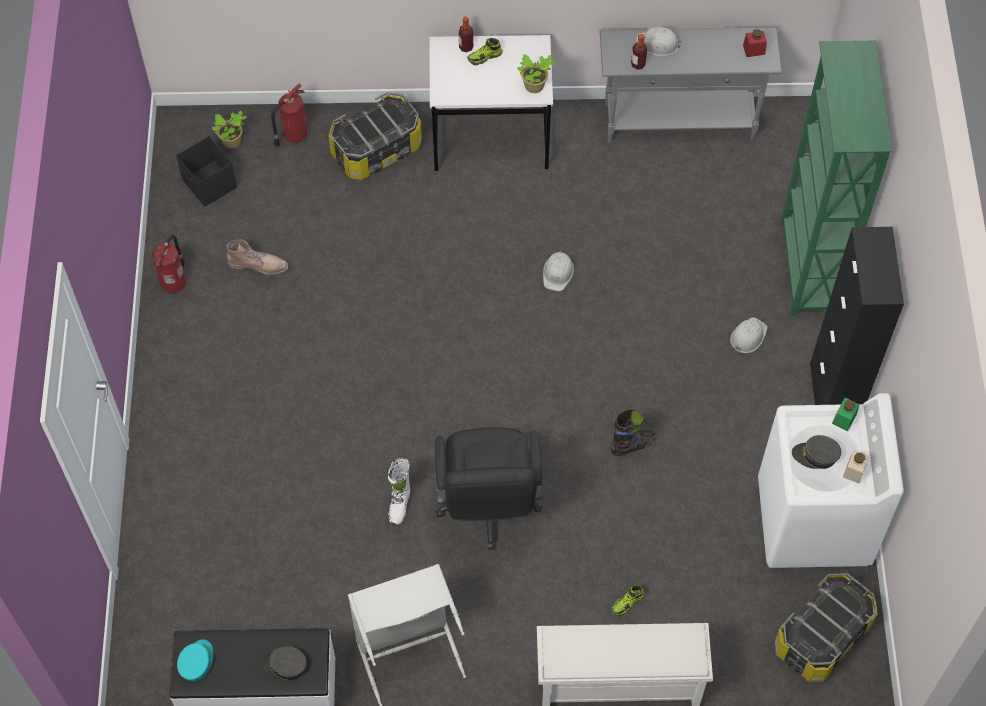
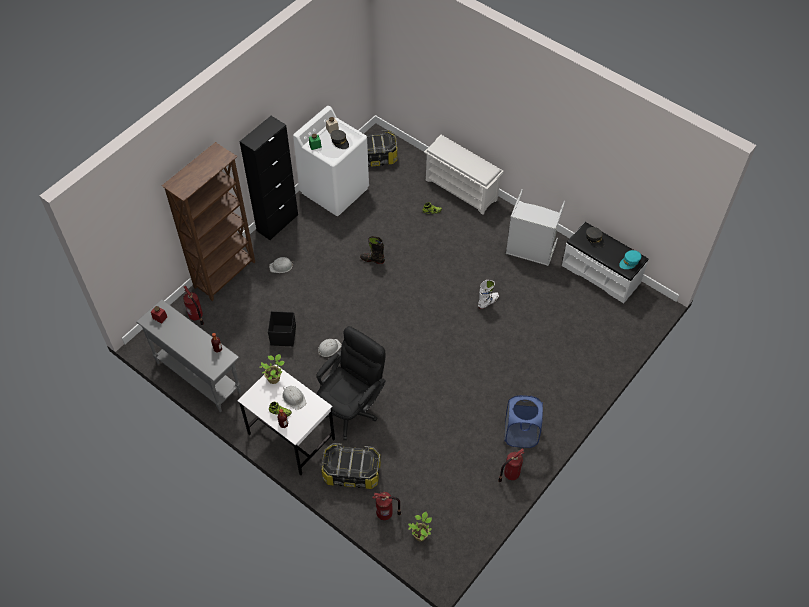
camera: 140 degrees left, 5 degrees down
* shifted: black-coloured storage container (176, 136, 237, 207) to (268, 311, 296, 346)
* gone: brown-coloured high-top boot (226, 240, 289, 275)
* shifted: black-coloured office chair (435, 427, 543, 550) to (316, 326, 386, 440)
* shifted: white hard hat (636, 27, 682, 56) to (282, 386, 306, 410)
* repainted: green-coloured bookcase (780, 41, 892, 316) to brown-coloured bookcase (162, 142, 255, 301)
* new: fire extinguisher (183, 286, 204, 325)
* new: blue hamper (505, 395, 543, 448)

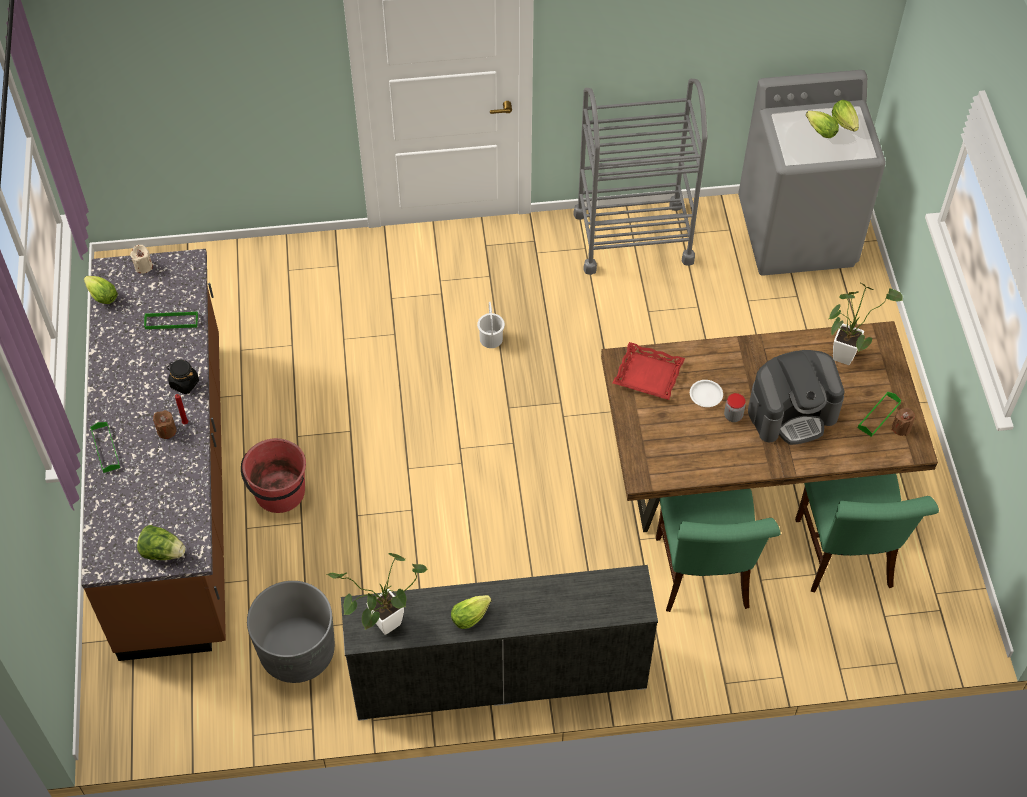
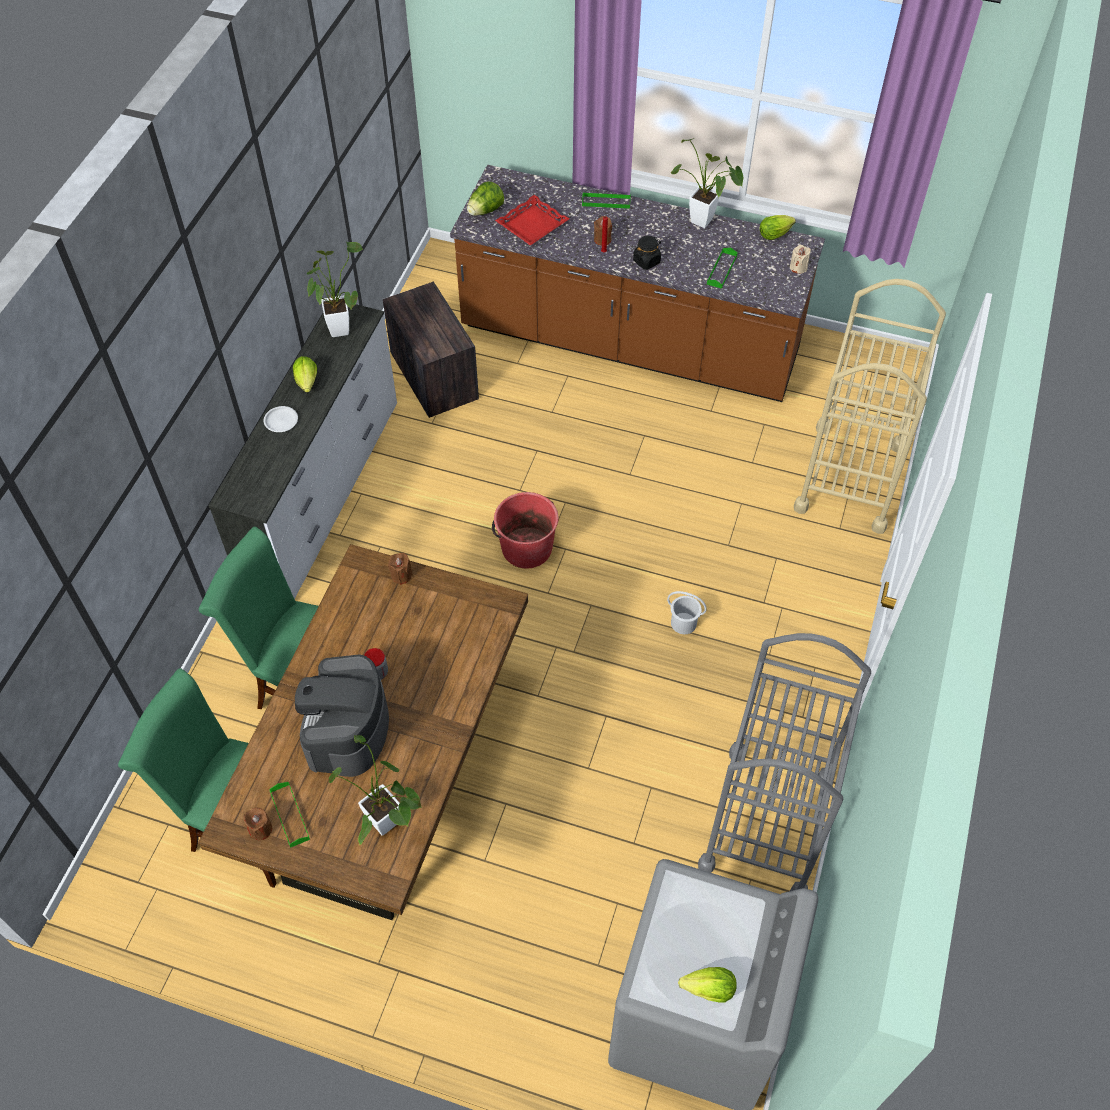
camera: 115 degrees right, 0 degrees up
* shifted: red pail (241, 438, 306, 513) to (492, 492, 559, 569)
* swapped: grey flower pot (247, 581, 335, 683) to packing crate (383, 281, 479, 418)
* shifted: red serving tray (613, 342, 685, 400) to (495, 195, 569, 245)
* shifted: white flat dish (690, 380, 723, 407) to (264, 406, 298, 432)
* gone: head of lettuce (806, 111, 839, 138)
* new: brown-coloured wax light (388, 553, 413, 585)
* new: plant in a pot (671, 138, 743, 228)
* new: beige-coloured cart (794, 279, 946, 534)

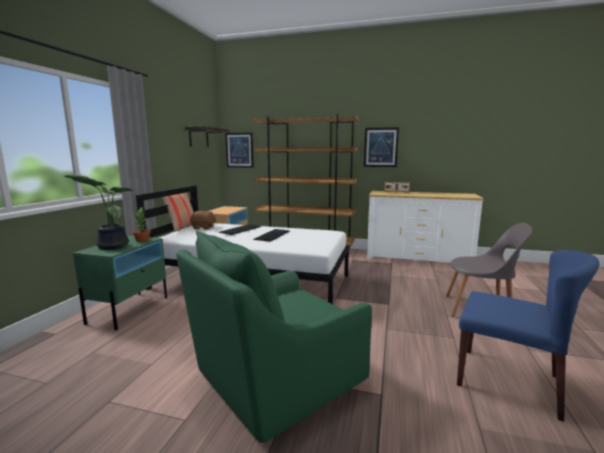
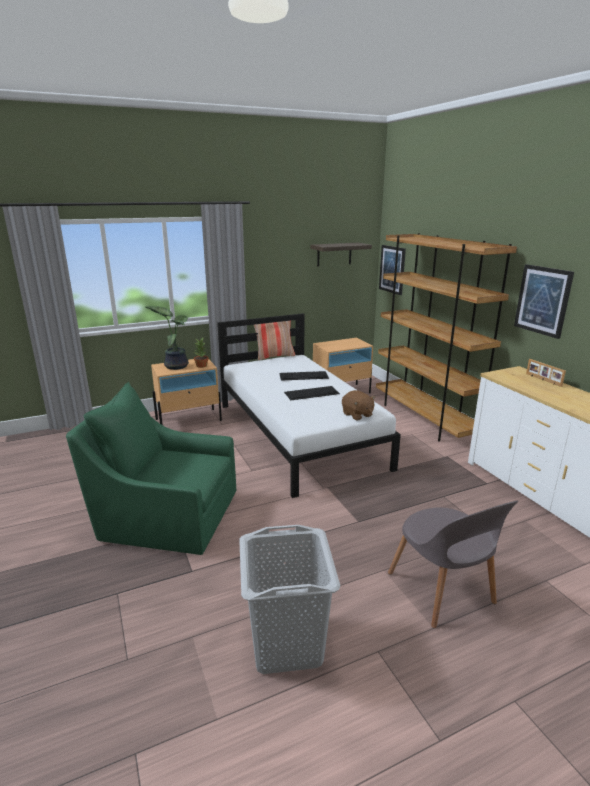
camera: 50 degrees right, 10 degrees up
* repainted: green-coloured nightstand (73, 236, 167, 330) to beige-coloured nightstand (151, 359, 222, 425)
* shifted: brown-coloured soft toy (190, 211, 217, 230) to (342, 390, 375, 420)
* swapped: blue plain chair (457, 250, 600, 422) to grey hamper (239, 525, 340, 674)

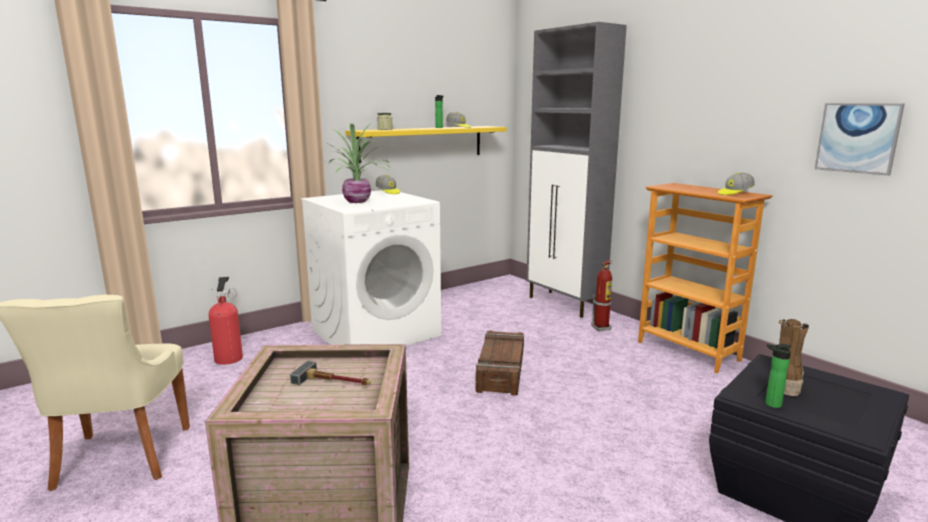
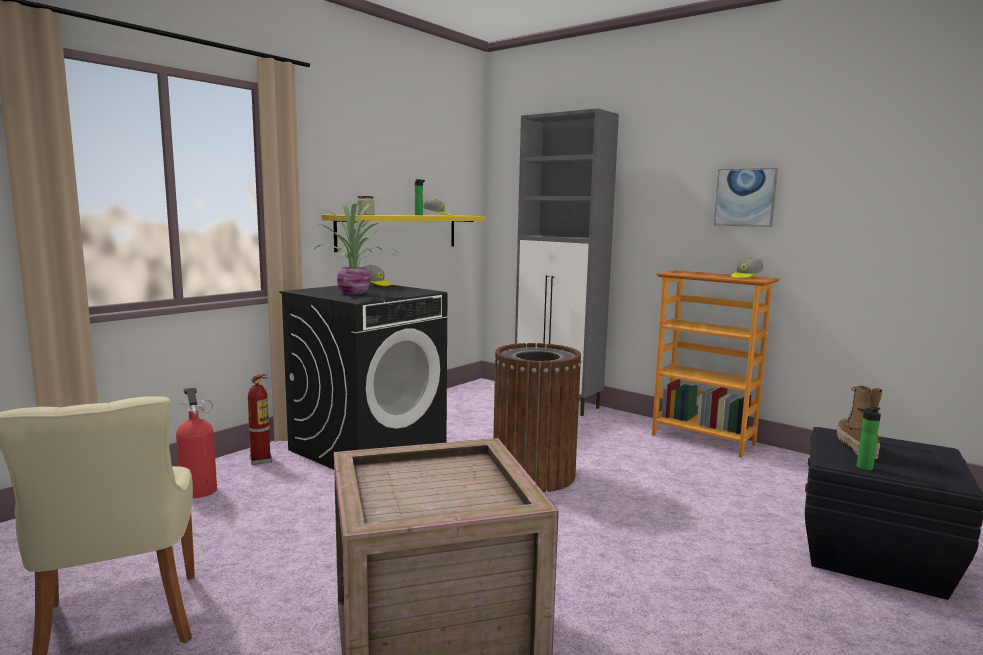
camera: 15 degrees left, 5 degrees down
* gone: tool hammer (290, 361, 371, 386)
* repainted: white laundry machine (301, 190, 441, 346) to black-coloured laundry machine (279, 282, 447, 470)
* swapped: packing crate (475, 331, 524, 396) to brown-coloured trash can (493, 343, 582, 492)
* shifted: fire extinguisher (591, 260, 612, 331) to (248, 374, 272, 465)
* shifted: picture (815, 103, 905, 176) to (714, 168, 778, 227)

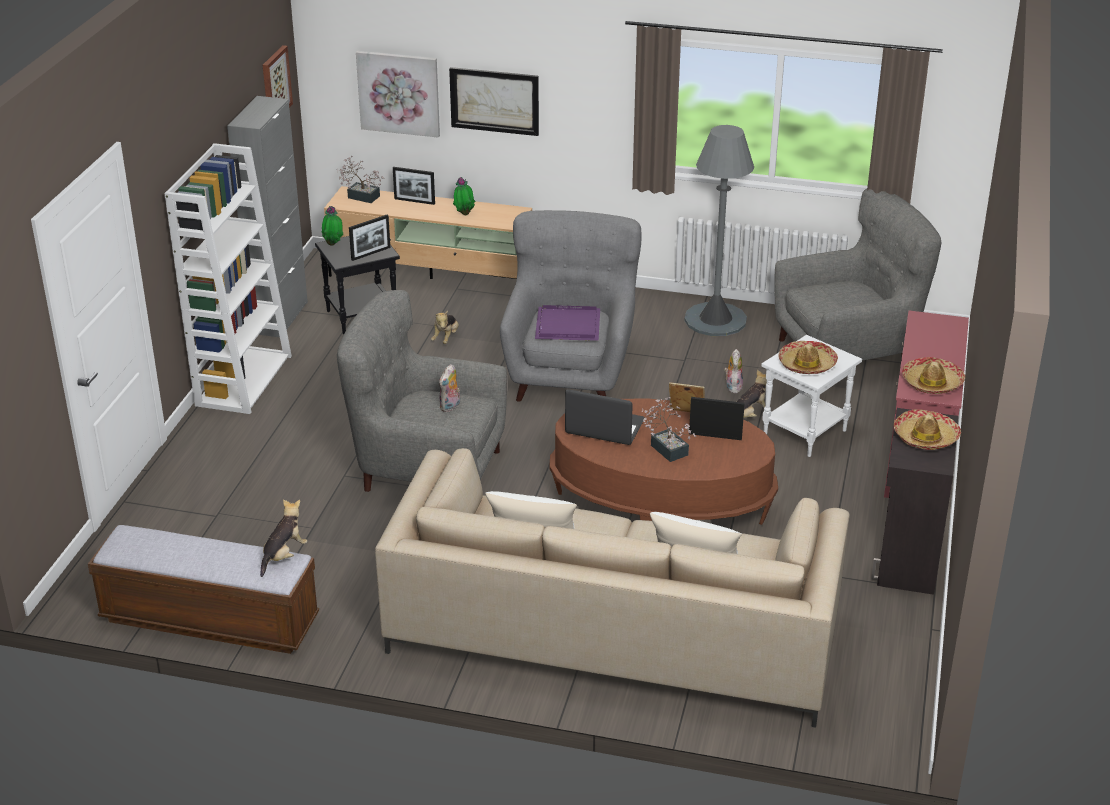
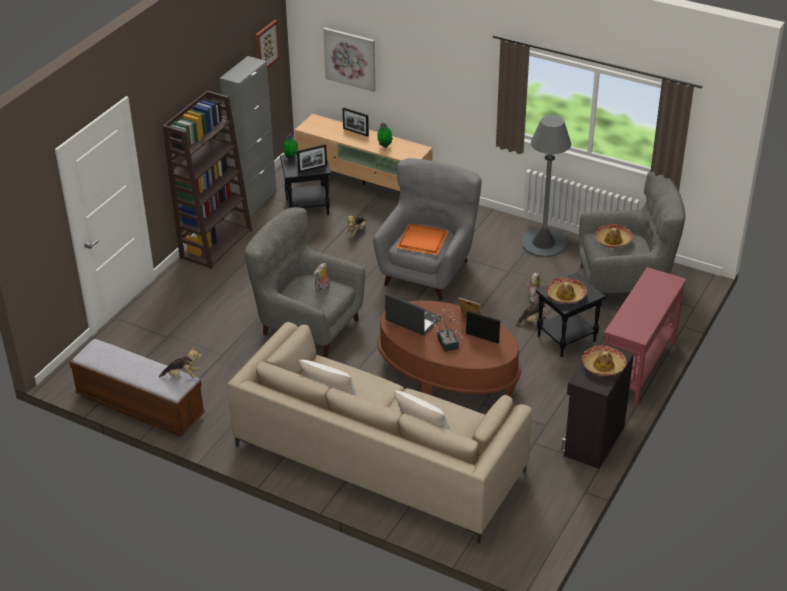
camera: 15 degrees right, 5 degrees up
* repainted: white bookcase (164, 143, 292, 414) to brown-coloured bookcase (162, 90, 252, 269)
* rotated: soft toy (260, 499, 308, 577) = (159, 347, 202, 379) 45 degrees clockwise
* gone: plant in a pot (337, 156, 385, 203)
* gone: picture (449, 67, 539, 136)
* repainted: purplish serving tray (535, 305, 600, 341) to orange-coloured serving tray (396, 223, 449, 255)
* repainted: white accent table (761, 335, 862, 457) to black-coloured accent table (536, 272, 606, 357)
* shifted: wearable hat (902, 357, 965, 394) to (595, 224, 633, 248)

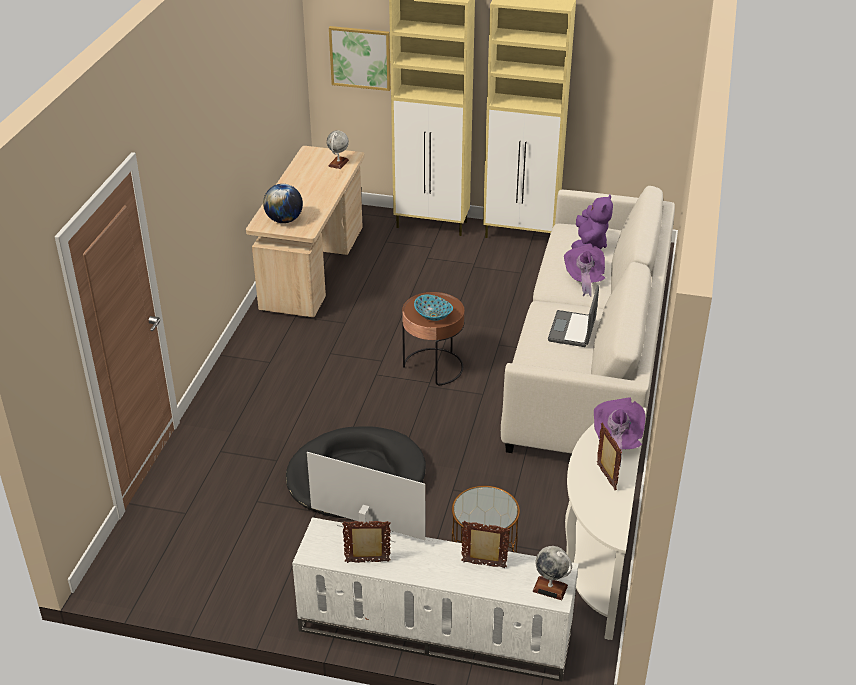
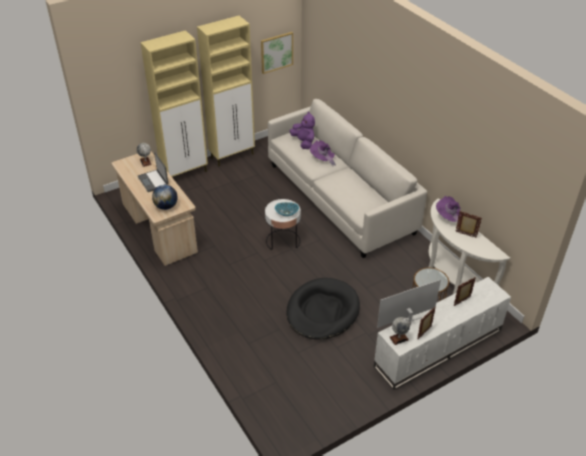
camera: 45 degrees left, 5 degrees up
* shifted: picture (329, 26, 391, 91) to (261, 32, 293, 74)
* repainted: brown-coloured accent table (402, 292, 464, 386) to white accent table (265, 199, 301, 250)
* shifted: desk globe (532, 546, 572, 600) to (389, 317, 410, 345)
* shifted: notebook computer (548, 285, 599, 347) to (138, 153, 168, 192)

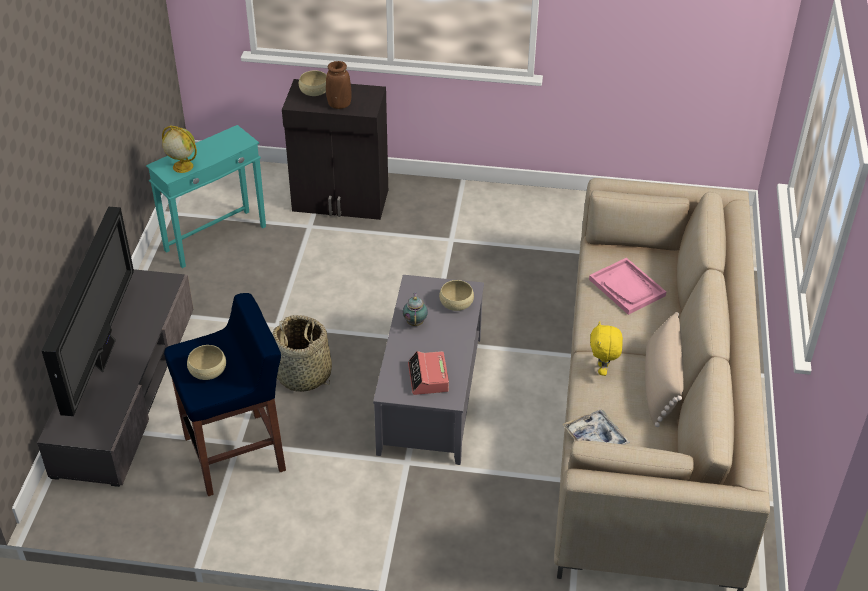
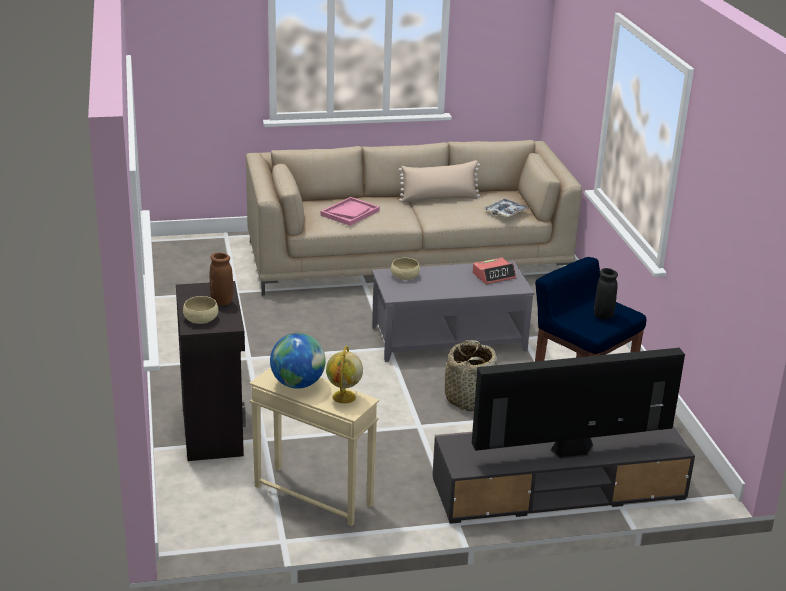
camera: 110 degrees left, 15 degrees down
* repainted: blue-green accent table (146, 125, 266, 268) to beige-coloured accent table (249, 367, 379, 526)
* swapped: beige-coloured deep dish (187, 345, 226, 380) to black-coloured decorative vase (594, 268, 618, 319)
* gone: tea pot (403, 293, 428, 326)
* gone: yellowish soft toy (590, 321, 623, 376)
* new: desk globe (270, 333, 326, 389)

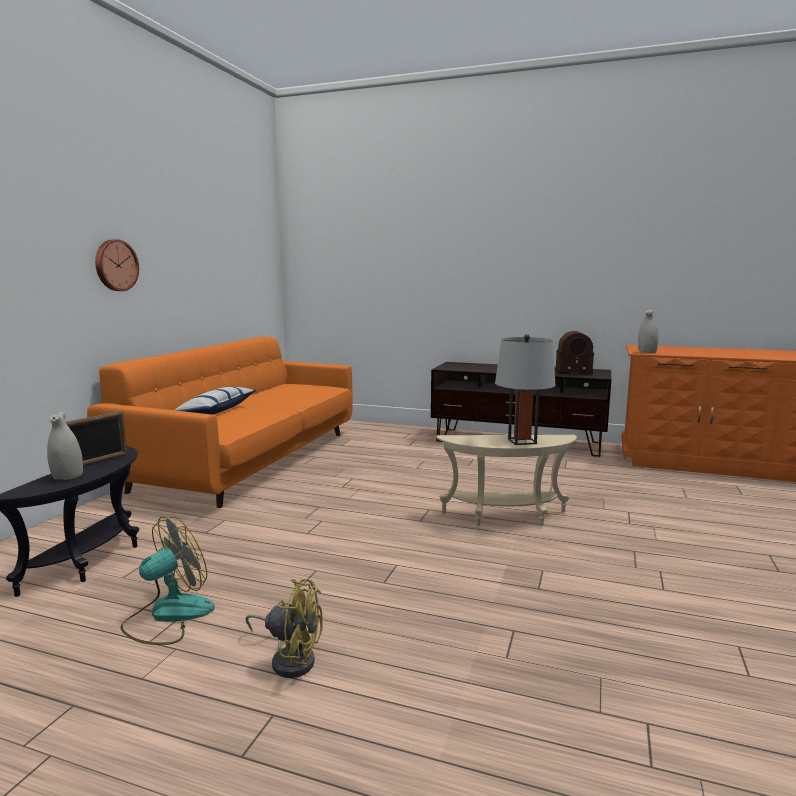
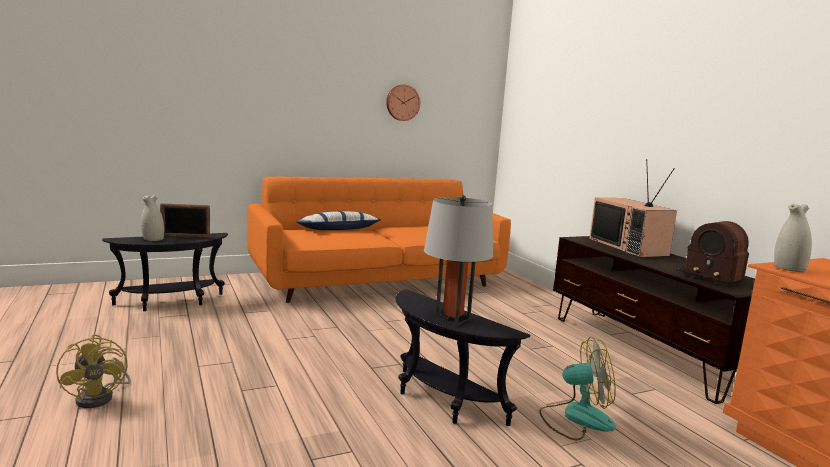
camera: 45 degrees right, 0 degrees up
* shifted: hanging clock (95, 239, 139, 291) to (386, 85, 420, 121)
* shifted: cooling fan (120, 516, 215, 645) to (539, 337, 616, 440)
* repainted: beige-coloured accent table (436, 435, 577, 526) to black-coloured accent table (395, 289, 530, 426)
* new: TV set (589, 159, 677, 258)

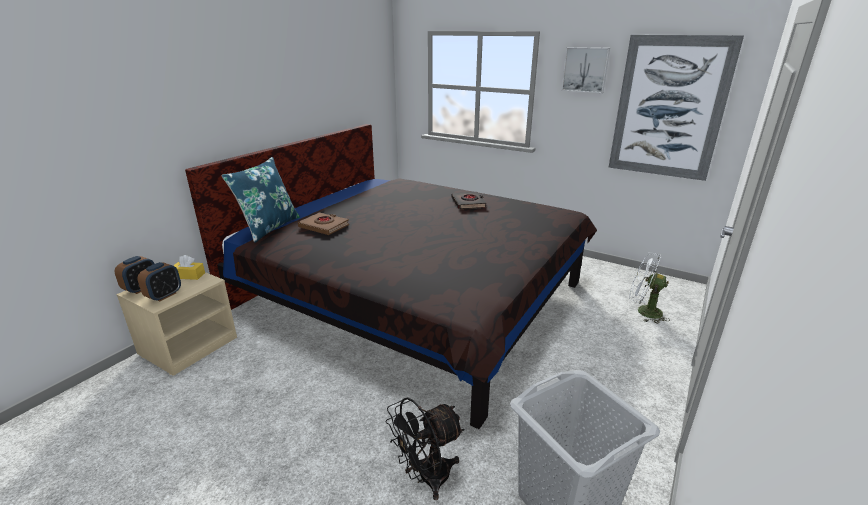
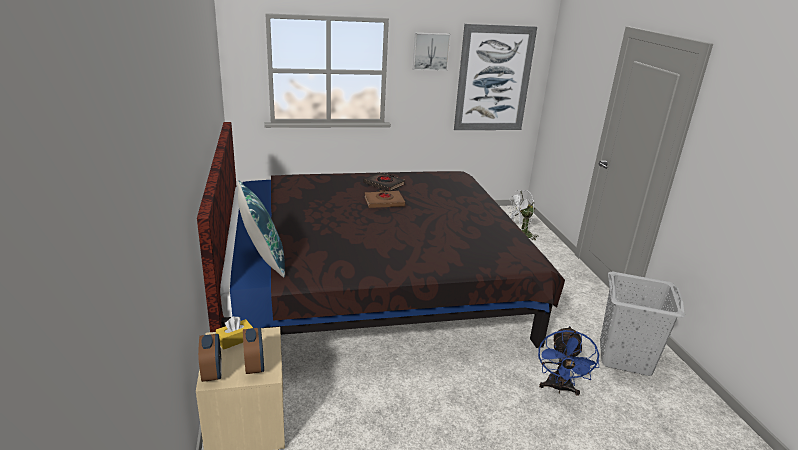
camera: 45 degrees left, 0 degrees up
* shifted: brown-coloured bound book (298, 213, 349, 235) to (364, 190, 405, 208)
* repainted: black-coloured cooling fan (385, 397, 464, 500) to blue cooling fan (538, 326, 599, 396)

